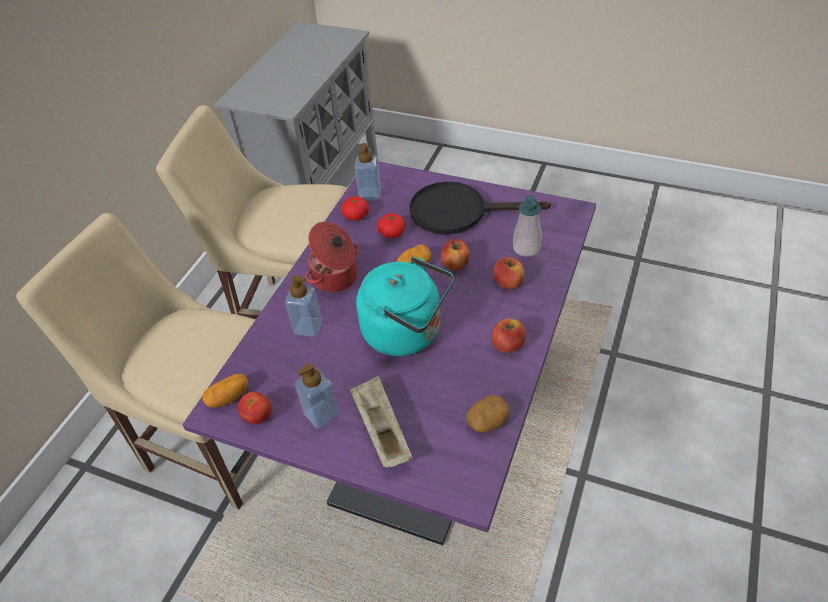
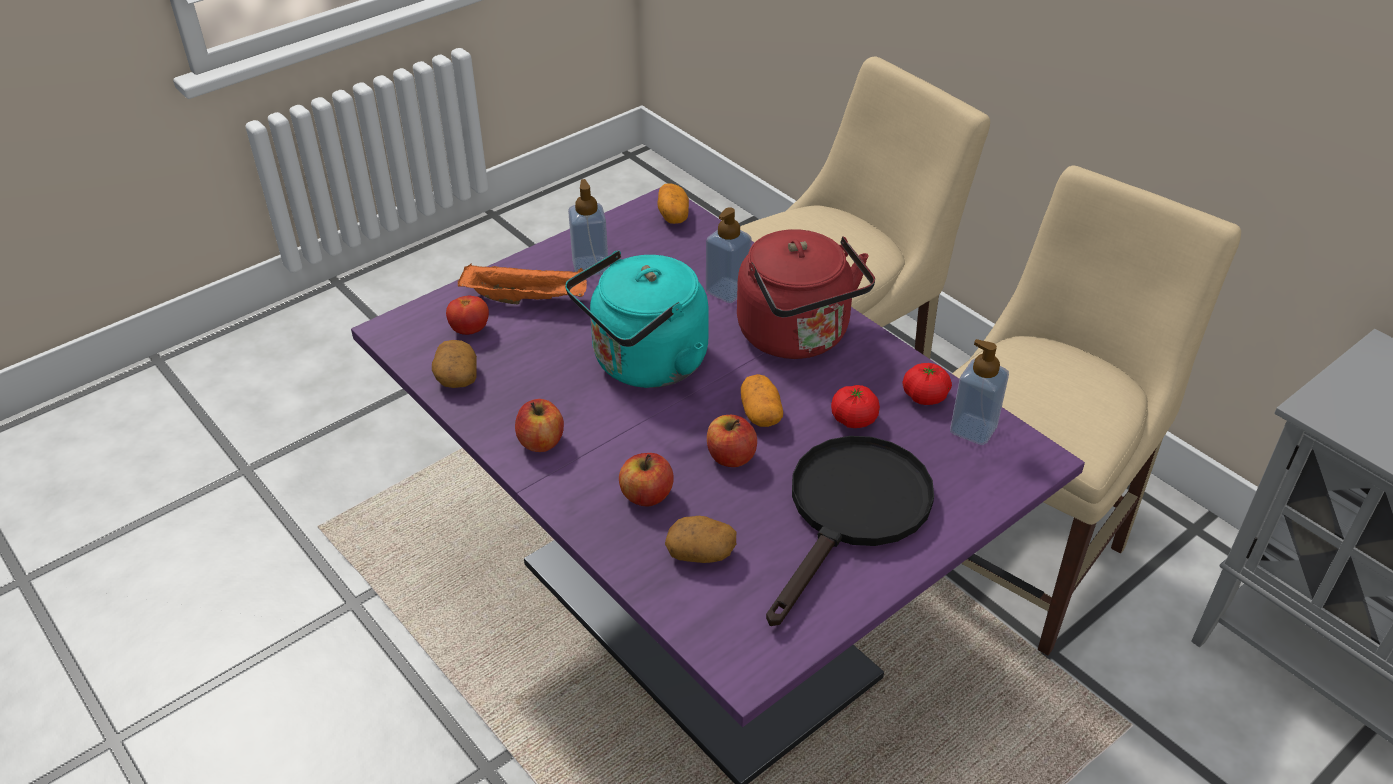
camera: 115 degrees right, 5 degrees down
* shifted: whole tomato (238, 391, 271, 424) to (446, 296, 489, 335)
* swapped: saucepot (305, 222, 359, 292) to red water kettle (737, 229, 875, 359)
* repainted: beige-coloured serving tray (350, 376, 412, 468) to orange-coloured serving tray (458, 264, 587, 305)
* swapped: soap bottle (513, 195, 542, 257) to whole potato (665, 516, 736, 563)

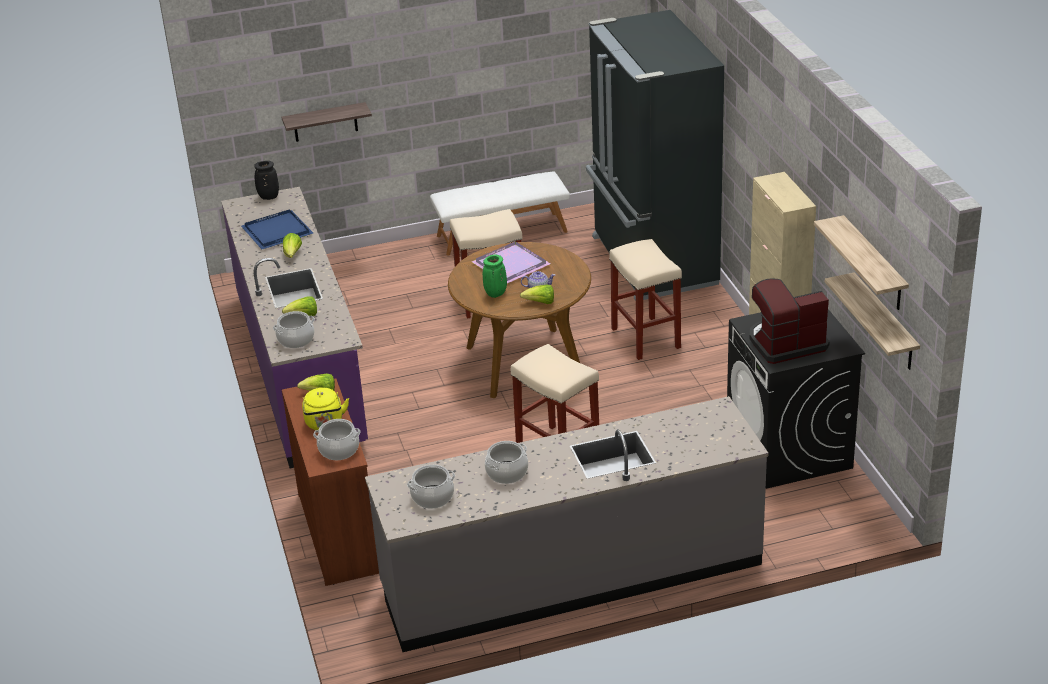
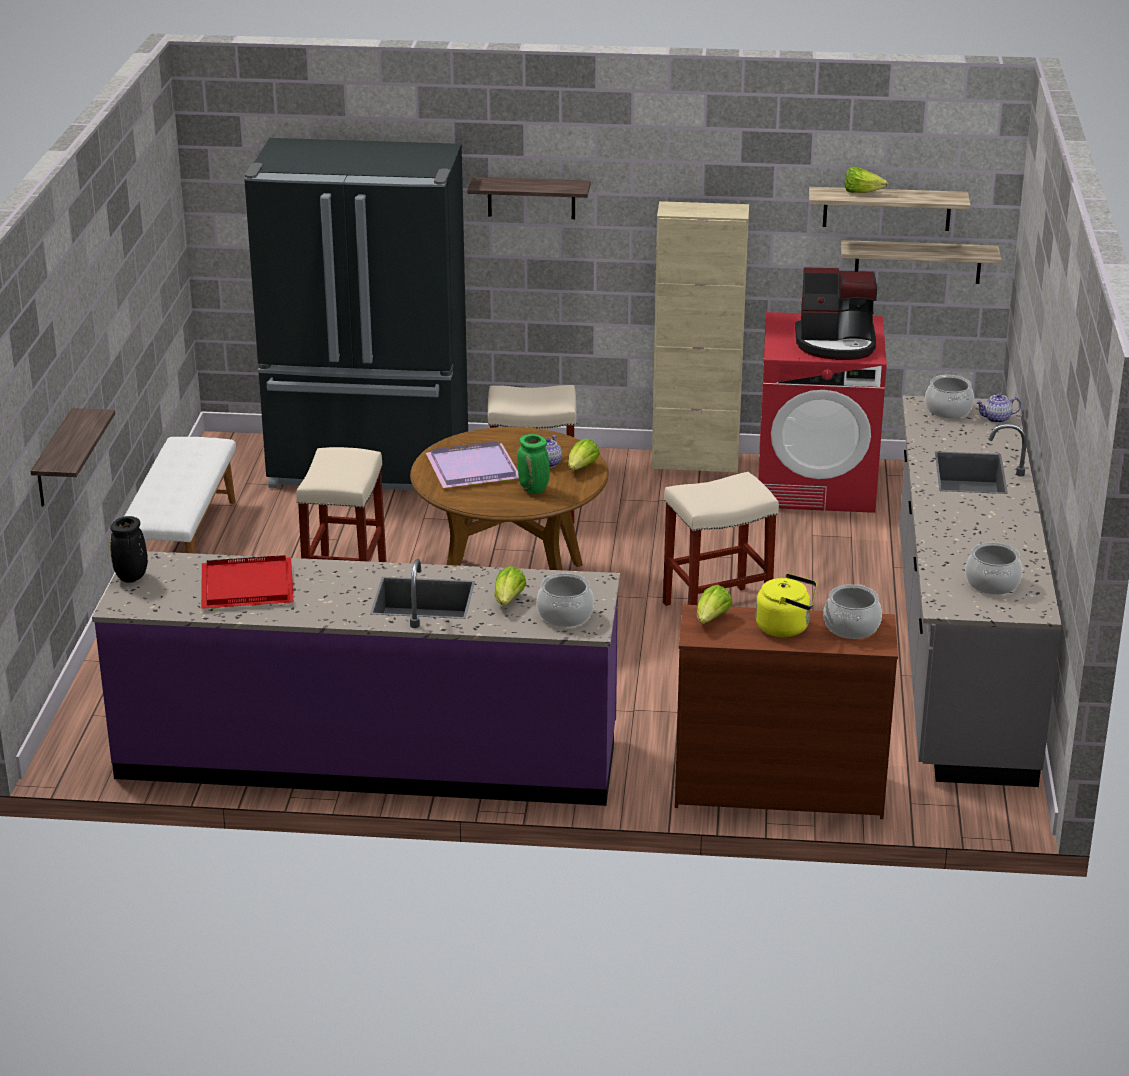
camera: 70 degrees left, 5 degrees down
* repainted: blue serving tray (241, 209, 313, 249) to red serving tray (201, 555, 294, 609)
* shifted: head of lettuce (283, 233, 302, 258) to (845, 166, 888, 193)
* shifted: saucepot (485, 441, 528, 484) to (925, 375, 974, 418)
* repainted: black-coloured laundry machine (727, 309, 865, 489) to red laundry machine (758, 312, 887, 513)
* rotated: coffee maker (750, 278, 830, 364) = (795, 267, 877, 360) 90 degrees counterclockwise
* new: bracket shelf (467, 177, 591, 219)
* new: tea pot (976, 393, 1021, 423)

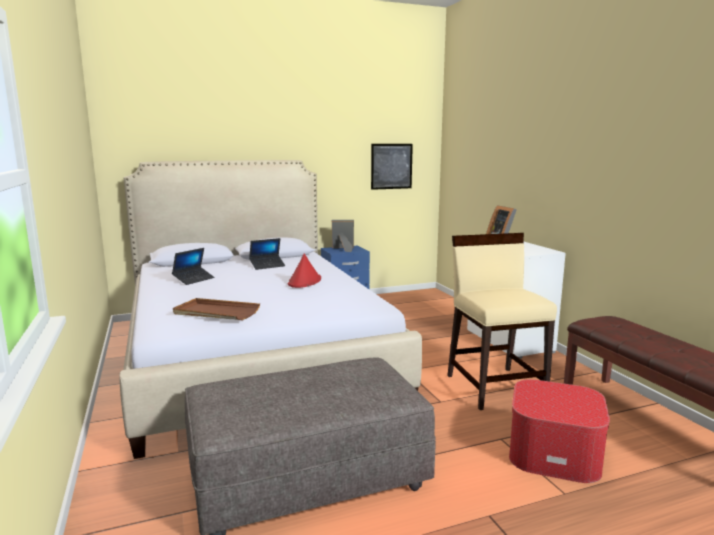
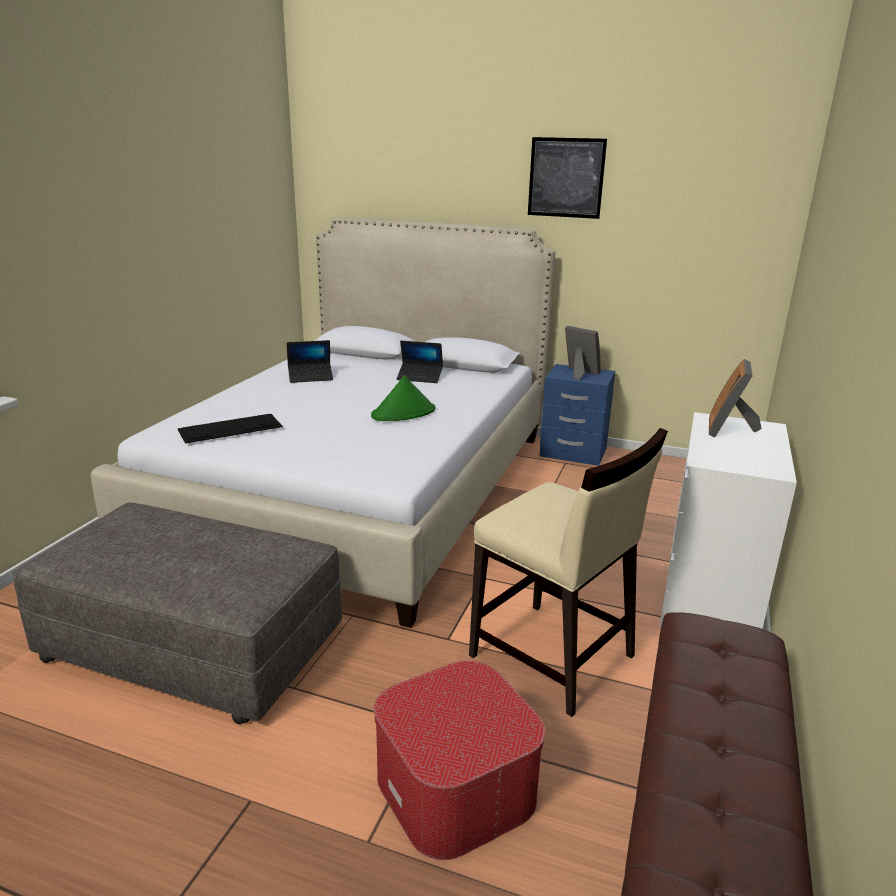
camera: 40 degrees right, 10 degrees up
* swapped: brown-coloured serving tray (173, 298, 260, 320) to PC keyboard (178, 414, 283, 444)
* repainted: red wearable hat (288, 254, 321, 288) to green-coloured wearable hat (371, 375, 435, 421)
* shifted: picture (371, 144, 413, 190) to (528, 137, 607, 219)
* rotated: beige-coloured plain chair (447, 233, 557, 410) = (469, 428, 668, 717) 105 degrees clockwise

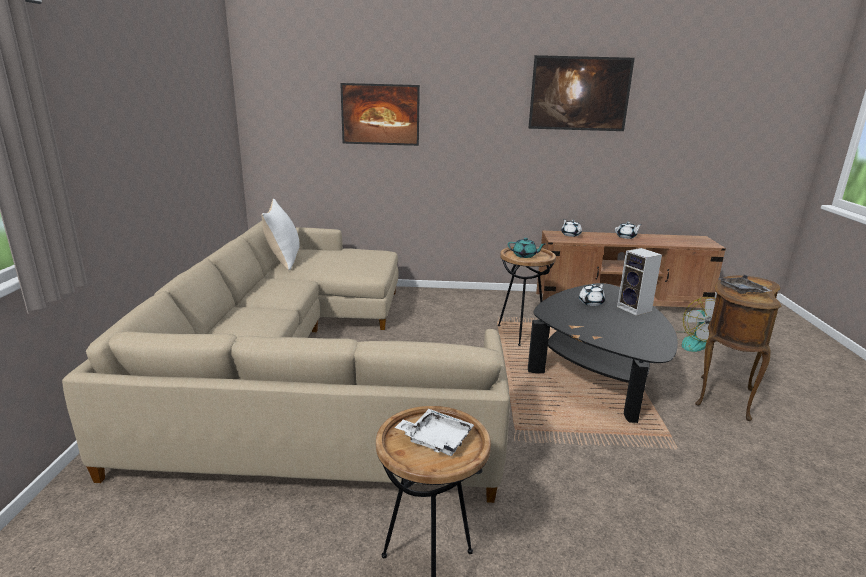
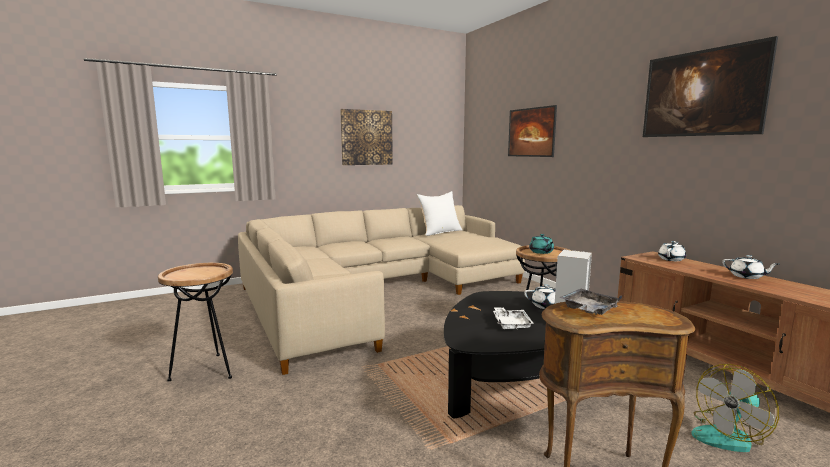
camera: 60 degrees right, 10 degrees down
* shifted: white serving tray (395, 409, 474, 456) to (493, 307, 534, 330)
* new: picture (340, 109, 393, 165)

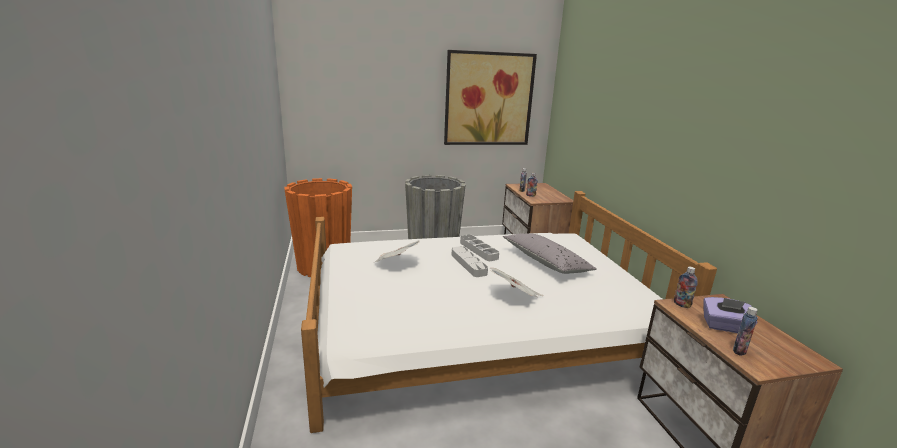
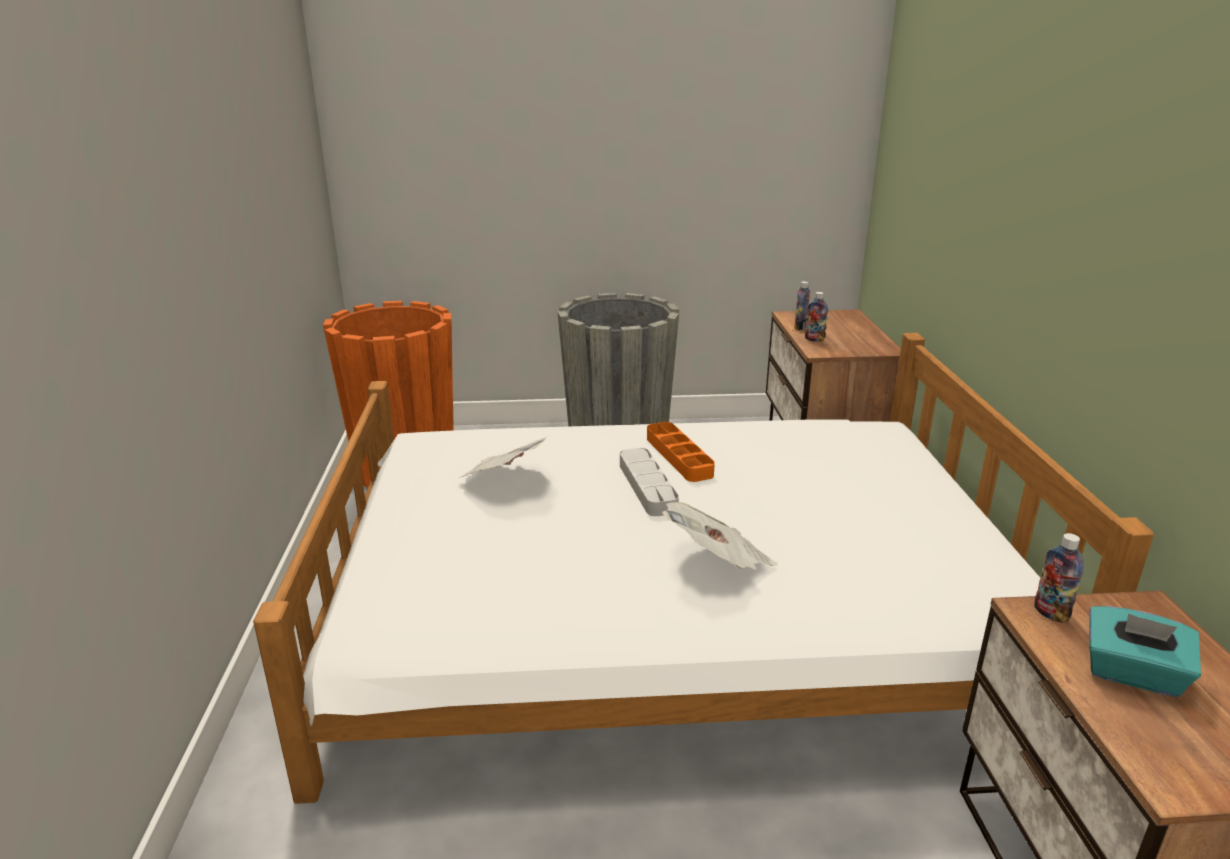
camera: 10 degrees right, 5 degrees up
* gone: picture (444, 50, 537, 145)
* repainted: grey serving tray (460, 234, 499, 261) to orange-coloured serving tray (647, 422, 715, 482)
* gone: grey cushion (503, 233, 597, 274)
* repainted: purplish tissue holder (703, 297, 757, 333) to blue-green tissue holder (1089, 606, 1201, 697)
* gone: bottle (733, 307, 758, 356)

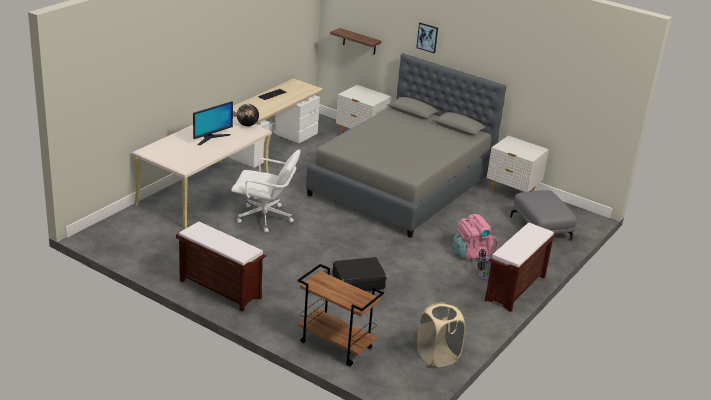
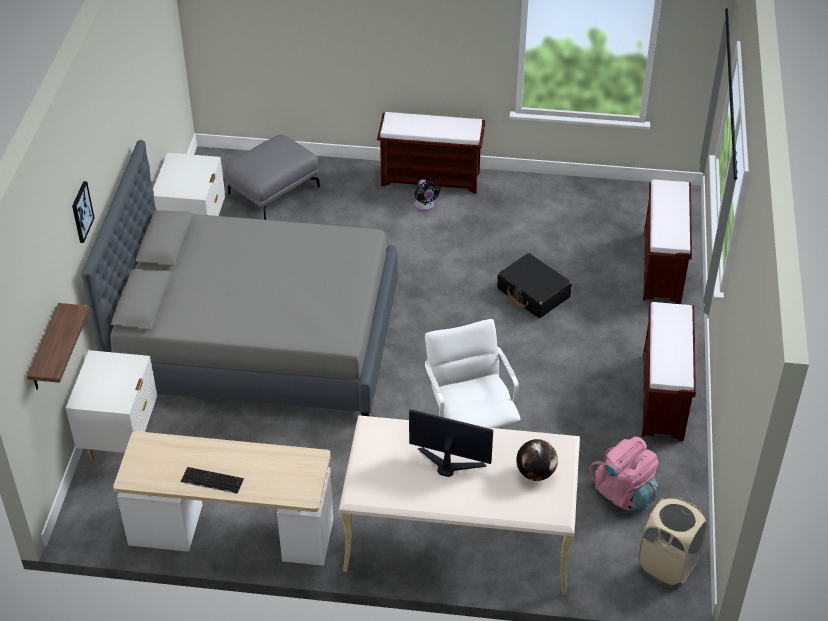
camera: 115 degrees left, 15 degrees up
* shifted: desk globe (237, 104, 259, 126) to (516, 439, 558, 481)
* swapped: brown-coloured cart (297, 264, 384, 366) to brown-coloured bench (643, 179, 692, 304)
* shifted: beige-coloured hamper (417, 302, 466, 367) to (638, 497, 708, 585)
* shifted: pink knapsack (452, 214, 497, 260) to (589, 437, 659, 511)

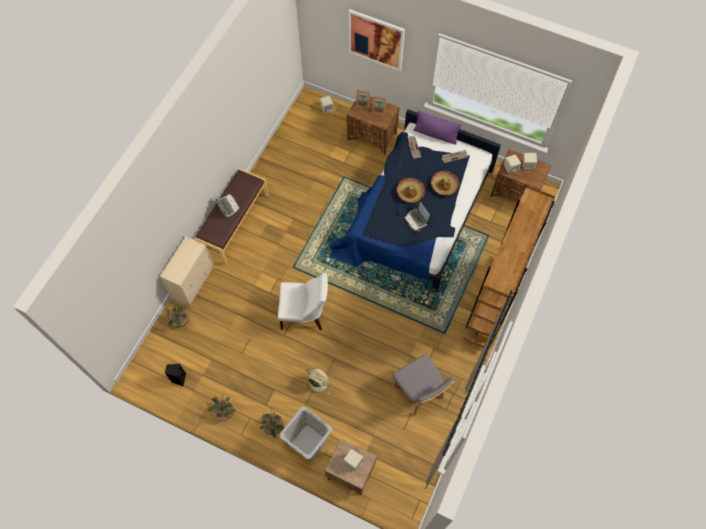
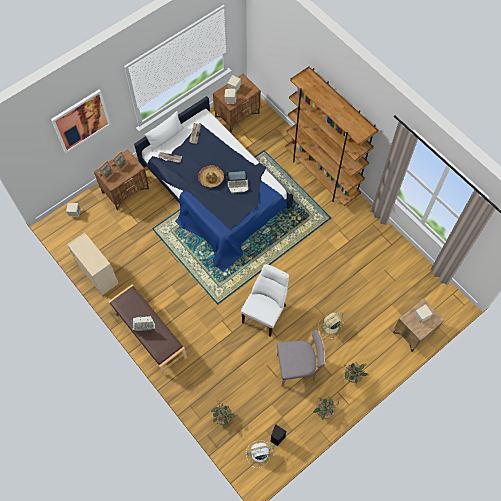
camera: 65 degrees left, 0 degrees up
* shifted: beige-coloured drawer chest (160, 236, 215, 307) to (67, 233, 119, 295)
* gone: grey hamper (279, 406, 332, 462)
* shifted: grey plain chair (392, 354, 454, 415) to (276, 330, 326, 386)
* repainted: purplish cushion (413, 110, 462, 145) to white cushion (145, 111, 184, 151)
* gone: wearable hat (431, 171, 459, 195)
* new: white cooling fan (246, 440, 274, 468)

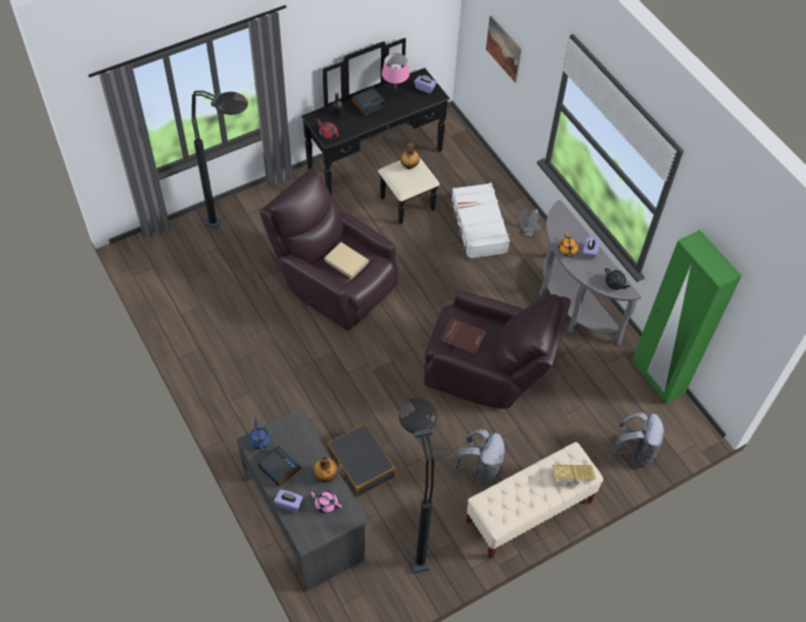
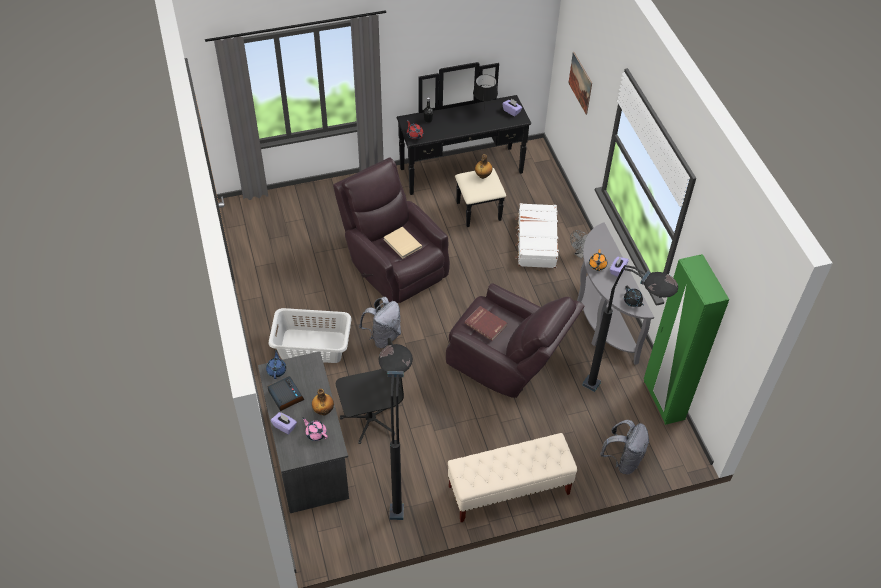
camera: 15 degrees right, 5 degrees down
* shifted: black-coloured standing lamp (192, 91, 248, 229) to (582, 265, 678, 392)
* swapped: black-coloured piece of luggage (327, 423, 396, 497) to black-coloured office chair (336, 338, 404, 444)
* gone: table clock (352, 87, 385, 116)
* repainted: pink tabletop lamp (382, 53, 410, 84) to black-coloured tabletop lamp (473, 74, 498, 110)
* shifted: grey knapsack (454, 429, 506, 486) to (359, 297, 401, 348)
* gone: bound book (552, 465, 596, 486)
* new: grey hamper (269, 308, 352, 363)

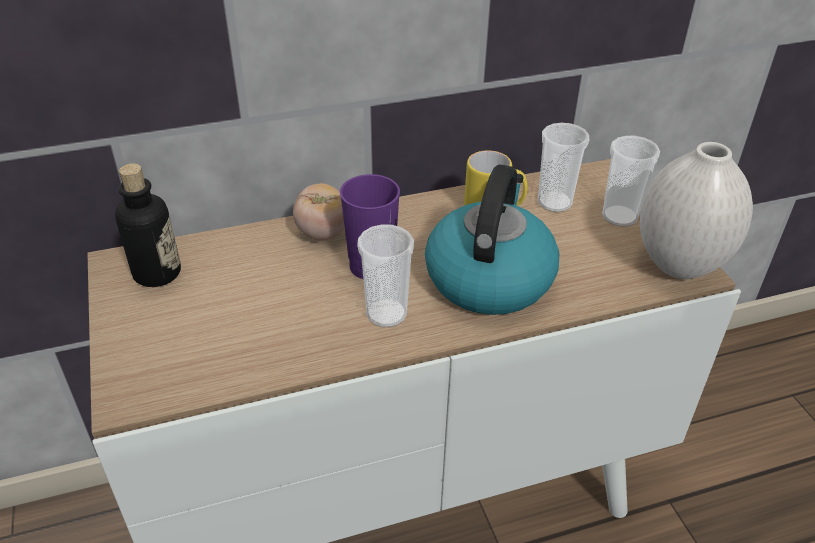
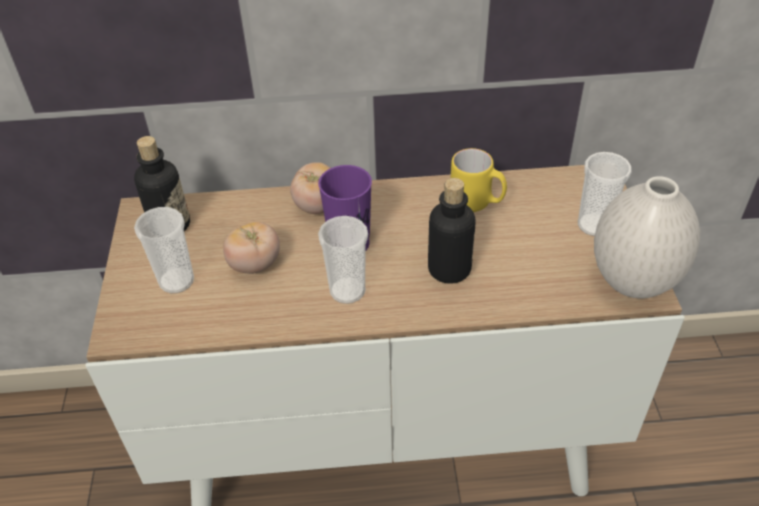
camera: 15 degrees right, 5 degrees up
* swapped: water kettle (425, 165, 559, 315) to bottle (428, 178, 475, 284)
* shifted: small cup (538, 123, 589, 212) to (134, 207, 194, 293)
* new: whole tomato (223, 222, 280, 274)

